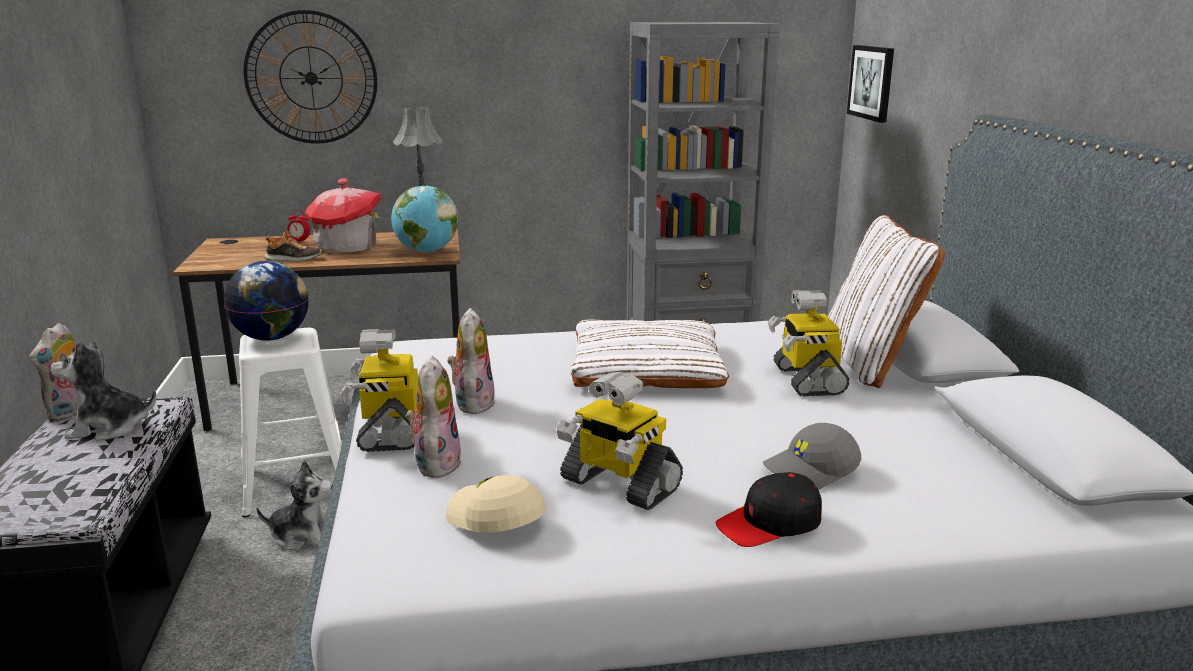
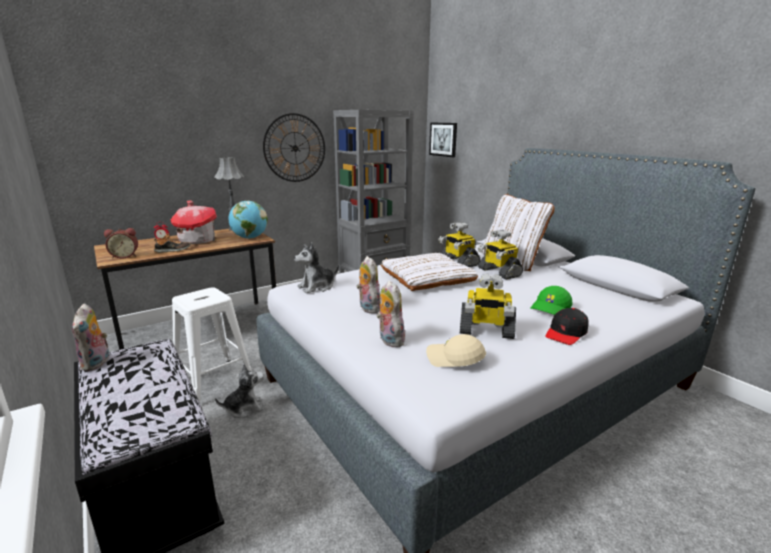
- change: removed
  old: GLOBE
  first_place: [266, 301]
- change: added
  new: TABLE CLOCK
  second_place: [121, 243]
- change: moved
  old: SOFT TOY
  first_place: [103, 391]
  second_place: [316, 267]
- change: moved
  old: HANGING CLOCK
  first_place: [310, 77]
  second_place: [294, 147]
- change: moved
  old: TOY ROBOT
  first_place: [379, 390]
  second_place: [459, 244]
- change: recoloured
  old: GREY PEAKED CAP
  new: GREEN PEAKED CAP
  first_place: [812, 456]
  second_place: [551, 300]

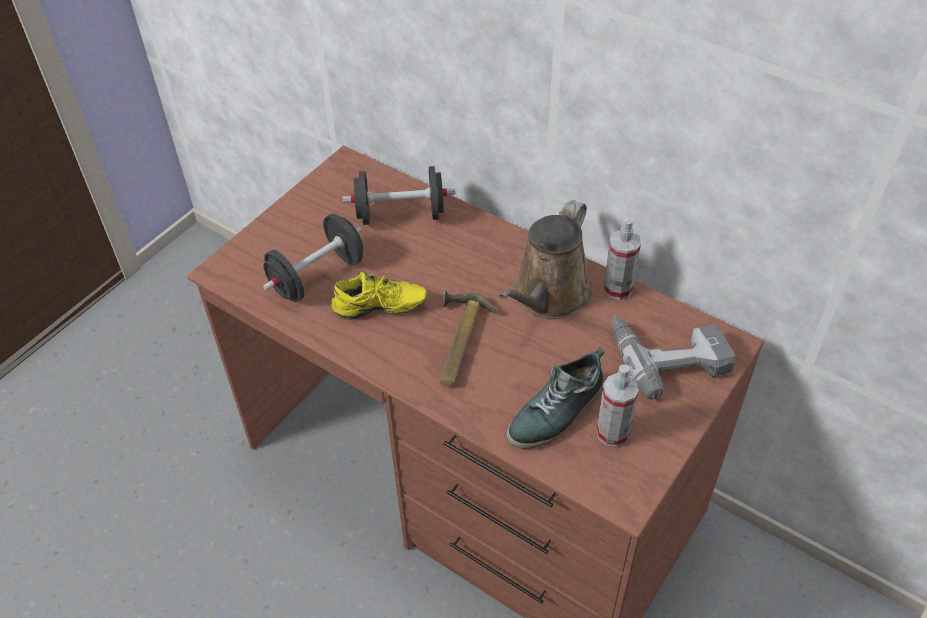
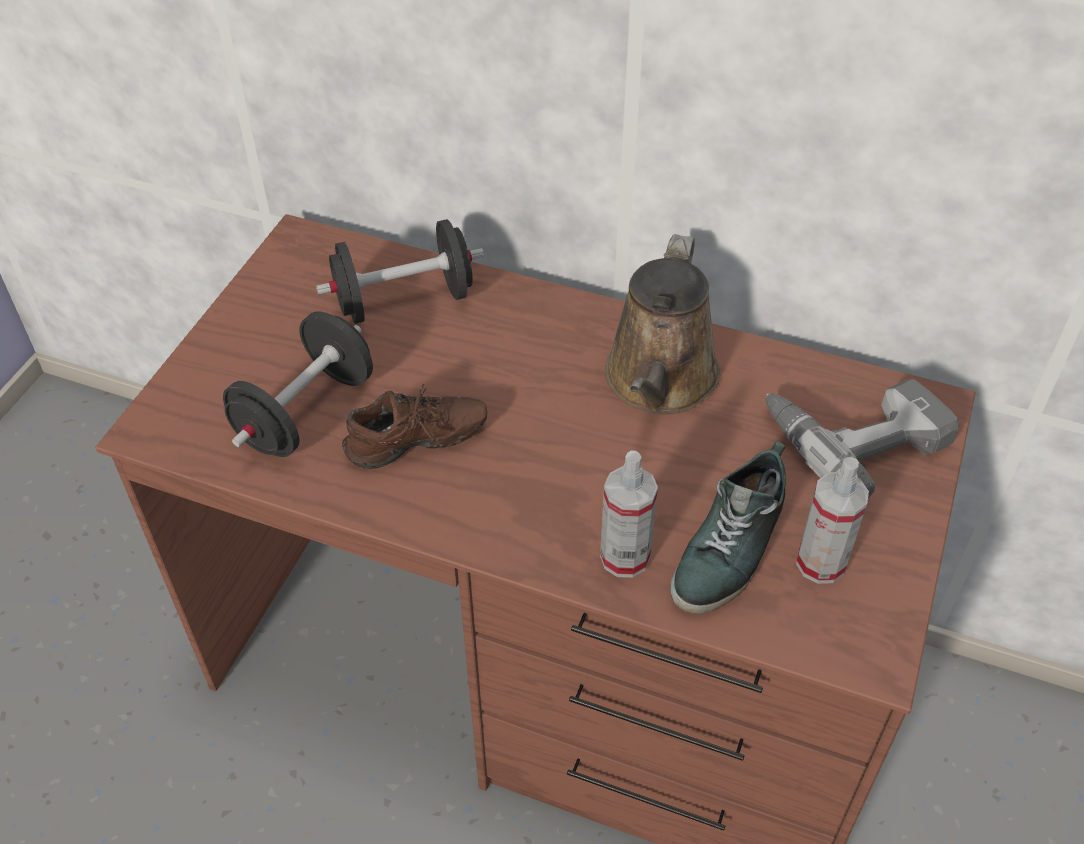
- change: removed
  old: TOOL HAMMER
  first_place: [468, 338]
- change: moved
  old: HAND SPRAYER
  first_place: [622, 259]
  second_place: [629, 514]
- change: recoloured
  old: YELLOWISH LOW SHOE
  new: BROWN LOW SHOE
  first_place: [379, 295]
  second_place: [414, 426]

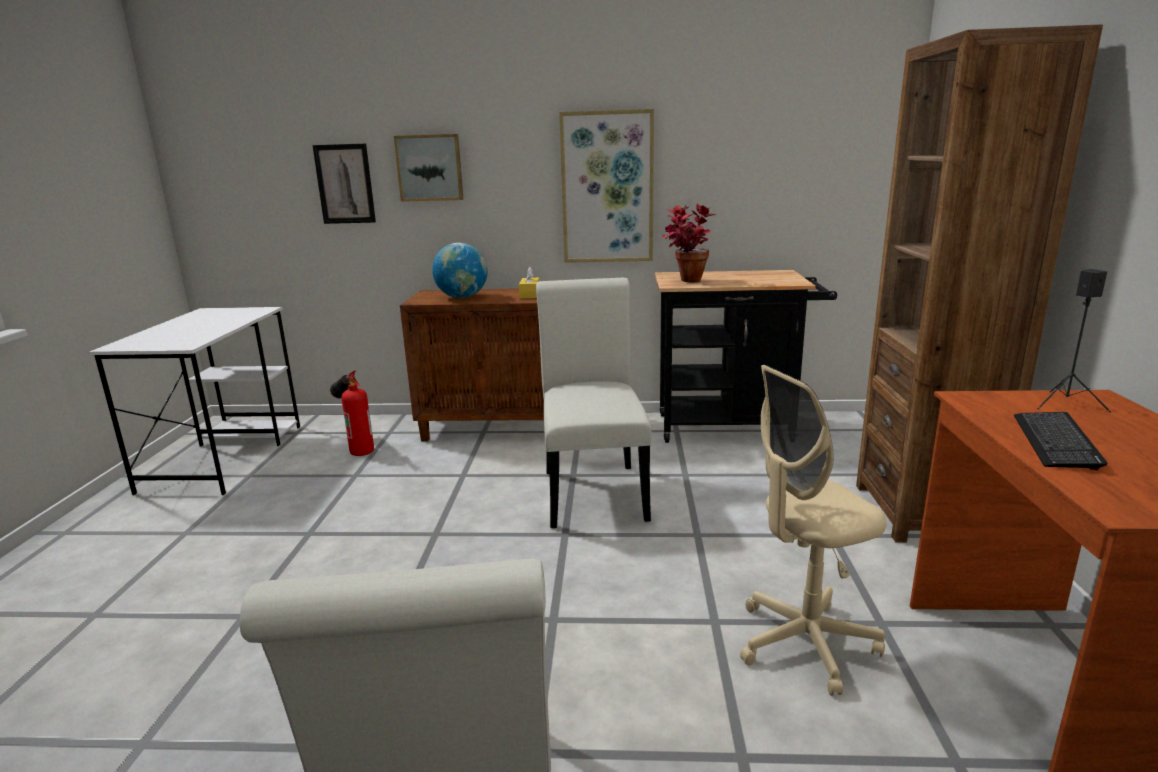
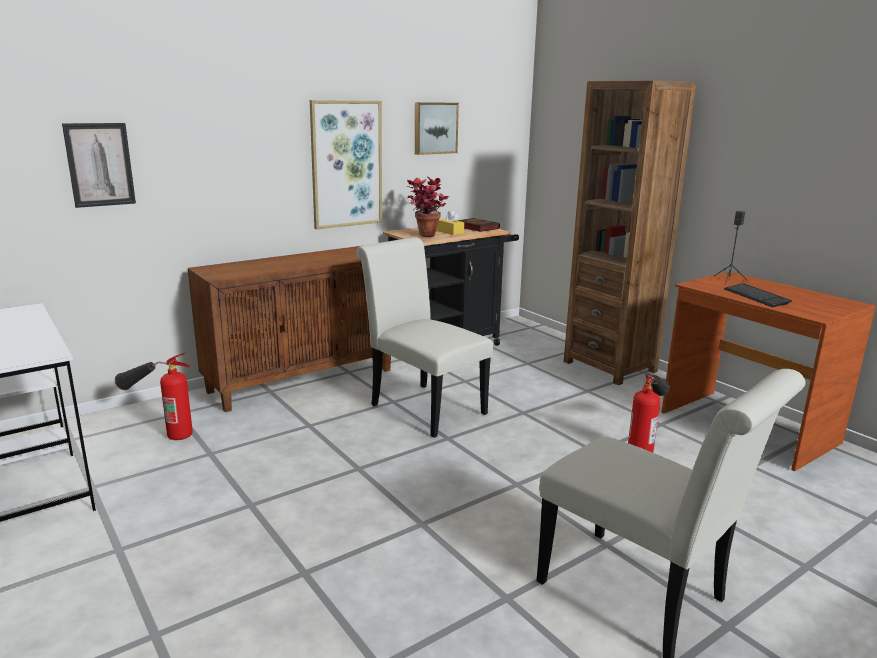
- change: removed
  old: GLOBE
  first_place: [460, 270]
- change: added
  new: BOUND BOOK
  second_place: [478, 225]
- change: moved
  old: PICTURE
  first_place: [428, 168]
  second_place: [437, 128]
- change: moved
  old: YELLOWISH TISSUE HOLDER
  first_place: [529, 283]
  second_place: [451, 222]
- change: replaced
  old: SAND-COLOURED OFFICE CHAIR
  new: FIRE-FIGHTING CYLINDER
  first_place: [813, 530]
  second_place: [649, 413]

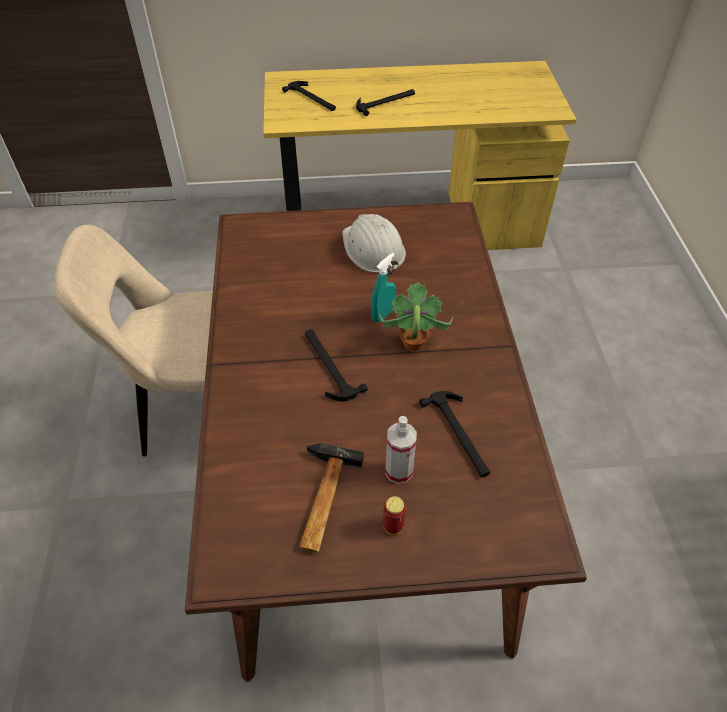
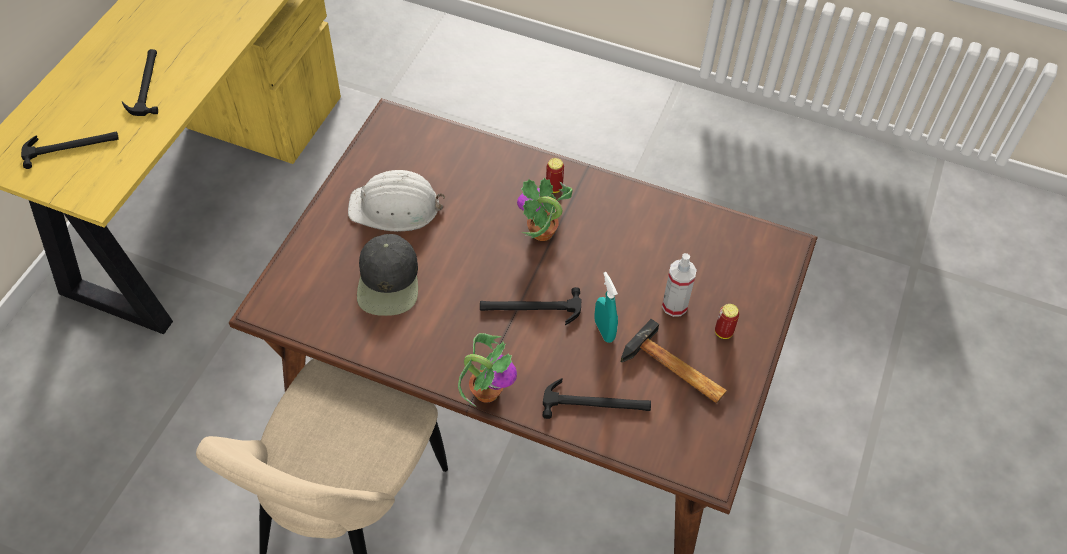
- change: added
  new: BLACK PEAKED CAP
  second_place: [387, 275]
- change: added
  new: POTTED PLANT
  second_place: [487, 370]
- change: added
  new: CAN
  second_place: [555, 175]
- change: moved
  old: TURQUOISE-COLOURED HAND SPRAYER
  first_place: [383, 287]
  second_place: [606, 307]
- change: moved
  old: TOOL HAMMER
  first_place: [455, 434]
  second_place: [597, 398]

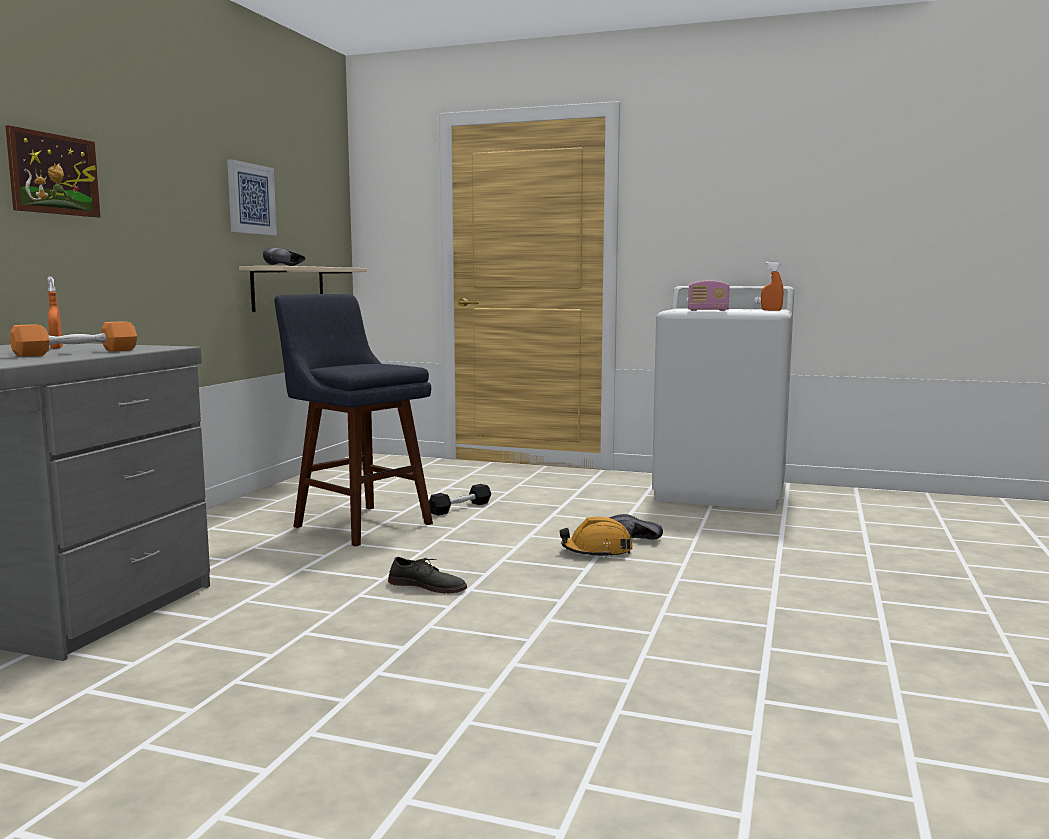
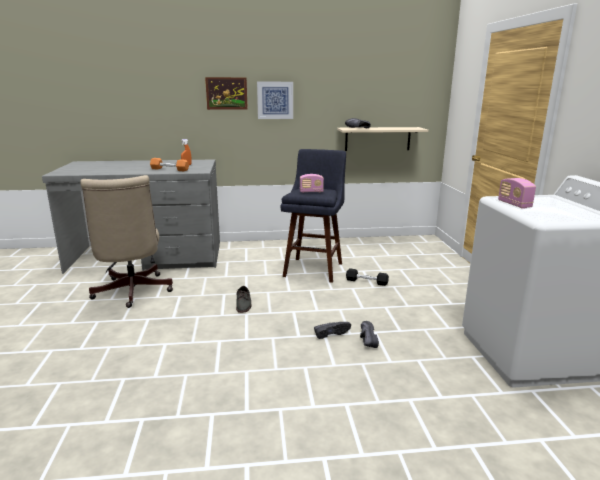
- change: removed
  old: ORANGE-COLOURED HAND SPRAYER
  first_place: [772, 286]
- change: added
  new: SAND-COLOURED OFFICE CHAIR
  second_place: [126, 241]
- change: added
  new: RADIO RECEIVER
  second_place: [312, 183]
- change: moved
  old: PICTURE
  first_place: [252, 197]
  second_place: [275, 100]
- change: replaced
  old: ORANGE-COLOURED WORK HELMET
  new: BLACK LOW SHOE
  first_place: [596, 537]
  second_place: [332, 330]

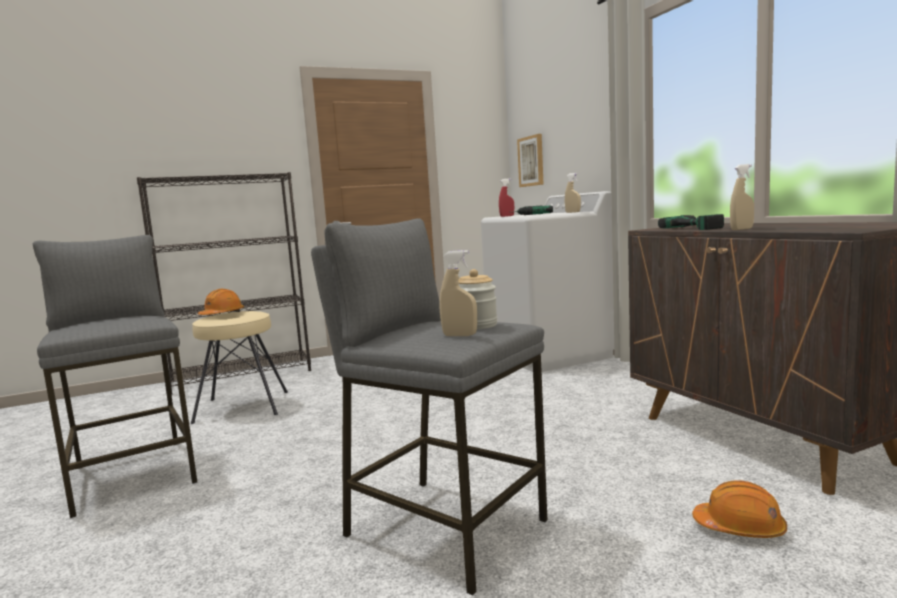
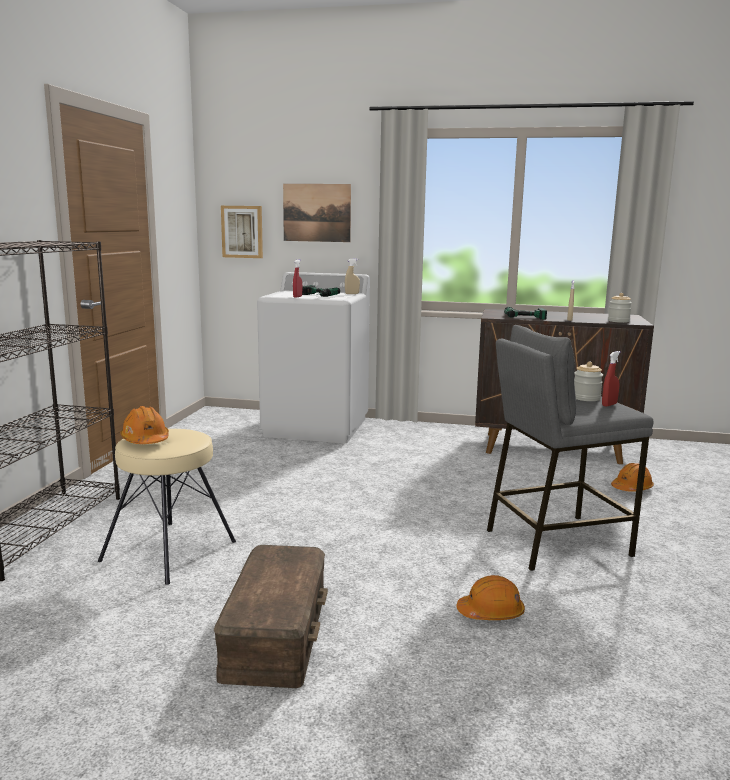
- change: added
  new: PICTURE
  second_place: [317, 213]
- change: added
  new: ORANGE-COLOURED WORK HELMET
  second_place: [490, 597]
- change: added
  new: STORAGE JAR
  second_place: [620, 308]
- change: replaced
  old: GREY SITTING STOOL
  new: BROWN STORAGE BIN
  first_place: [115, 376]
  second_place: [271, 616]
- change: recoloured
  old: SAND-COLOURED HAND SPRAYER
  new: REDDISH HAND SPRAYER
  first_place: [458, 293]
  second_place: [611, 379]

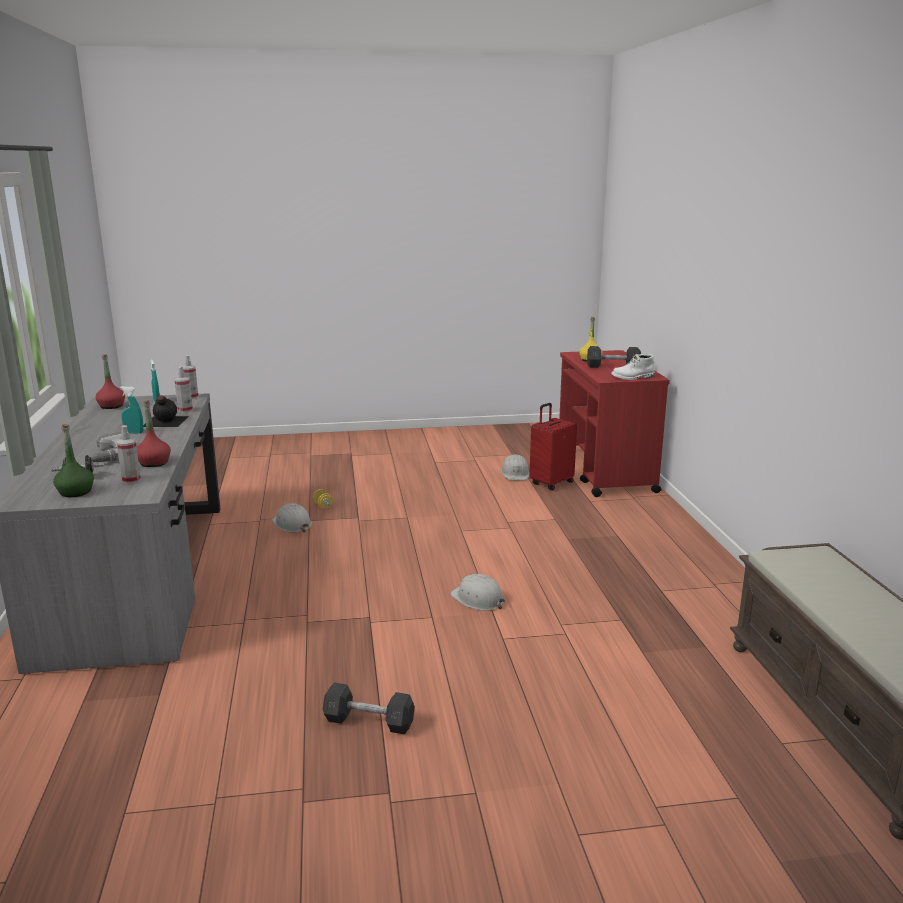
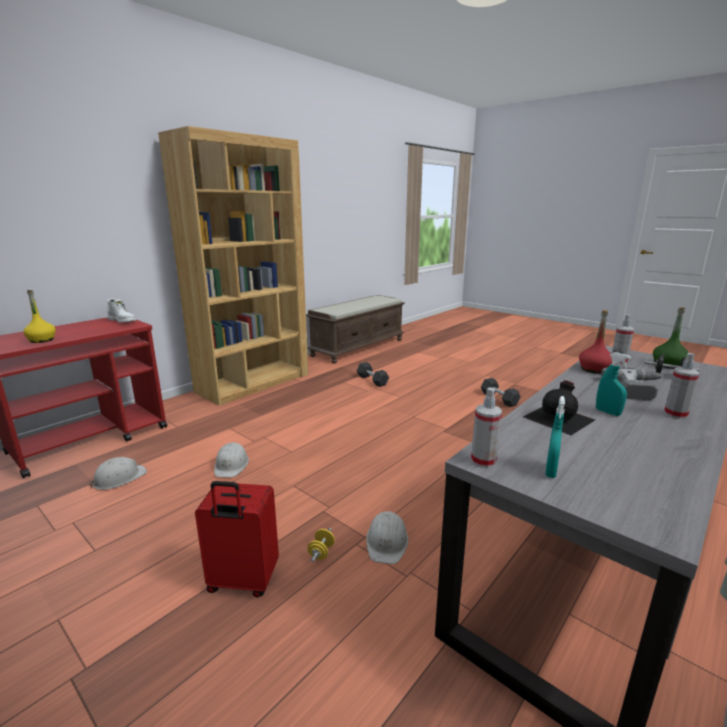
- change: removed
  old: REDDISH BOTTLE
  first_place: [110, 381]
- change: added
  new: BROWN BOOKCASE
  second_place: [233, 266]
- change: moved
  old: HAND SPRAYER
  first_place: [184, 390]
  second_place: [681, 386]
- change: moved
  old: WHITE WORK HELMET
  first_place: [478, 592]
  second_place: [231, 459]
- change: moved
  old: REDDISH TRAVEL CASE
  first_place: [553, 446]
  second_place: [237, 539]
- change: moved
  old: GREY DUMBBELL
  first_place: [614, 357]
  second_place: [372, 374]

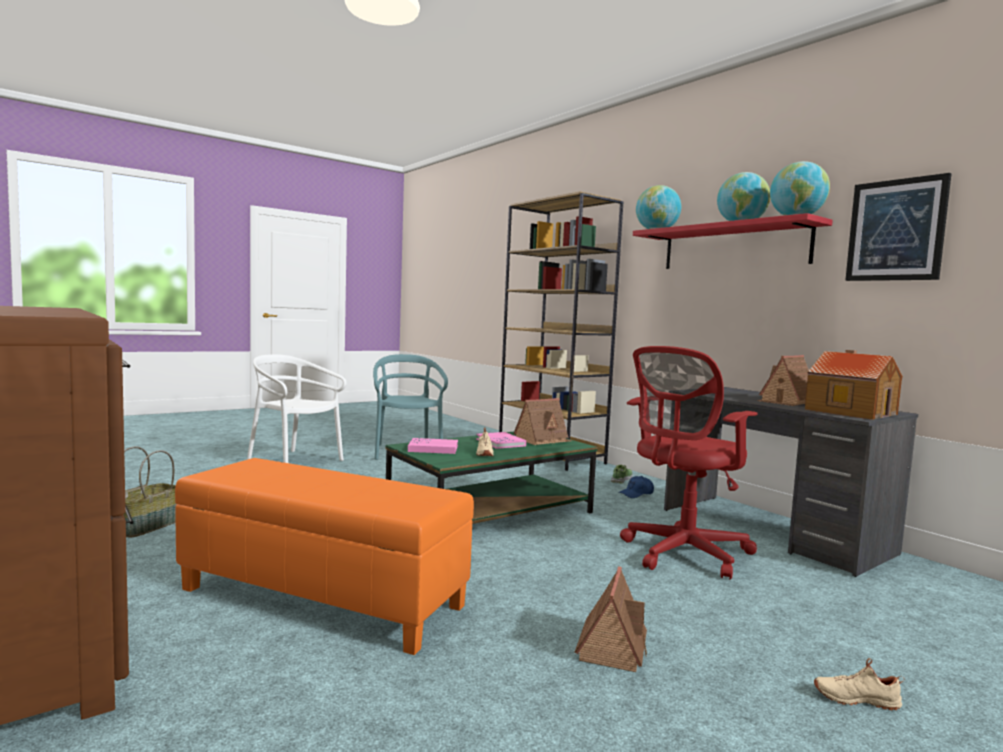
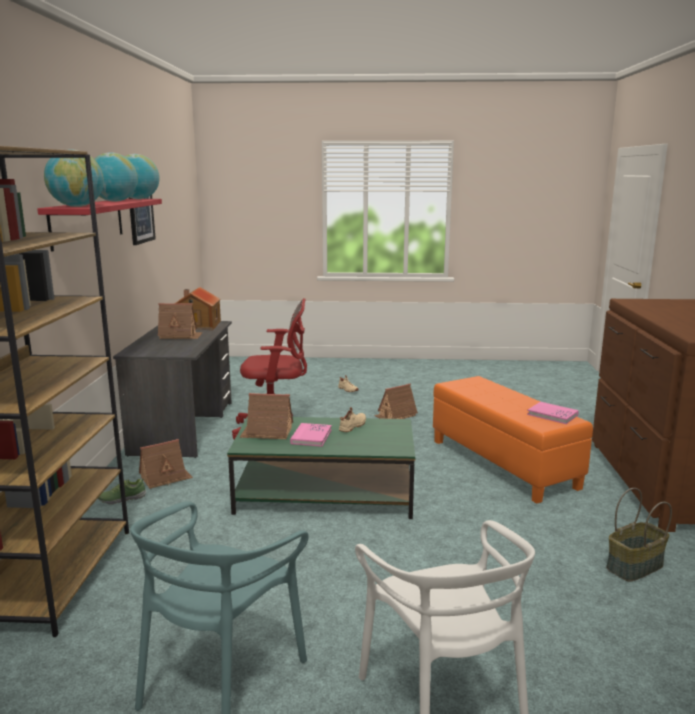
- change: moved
  old: PINK BOUND BOOK
  first_place: [433, 446]
  second_place: [553, 413]
- change: replaced
  old: BLUE-COLOURED PEAKED CAP
  new: MINIATURE HOUSE
  first_place: [636, 487]
  second_place: [166, 464]

